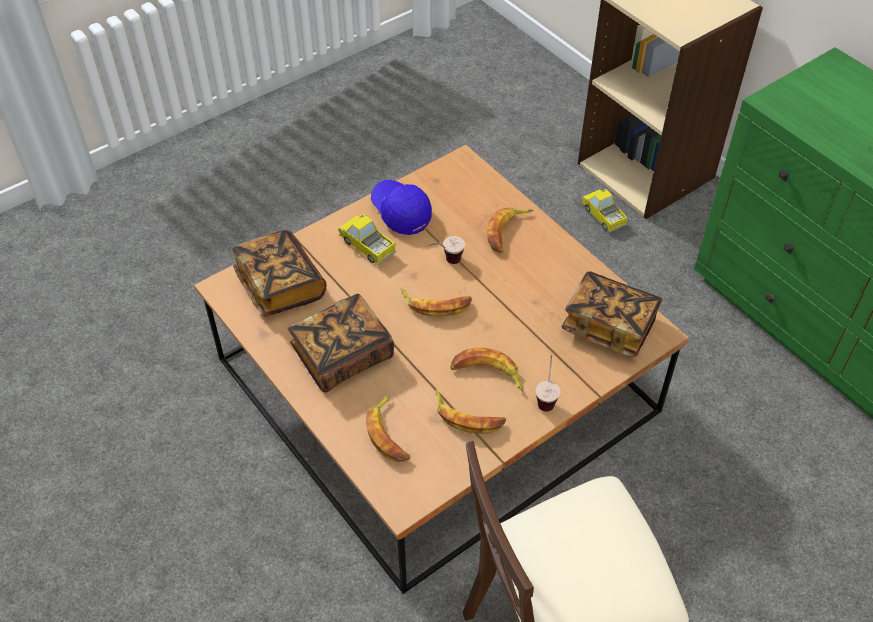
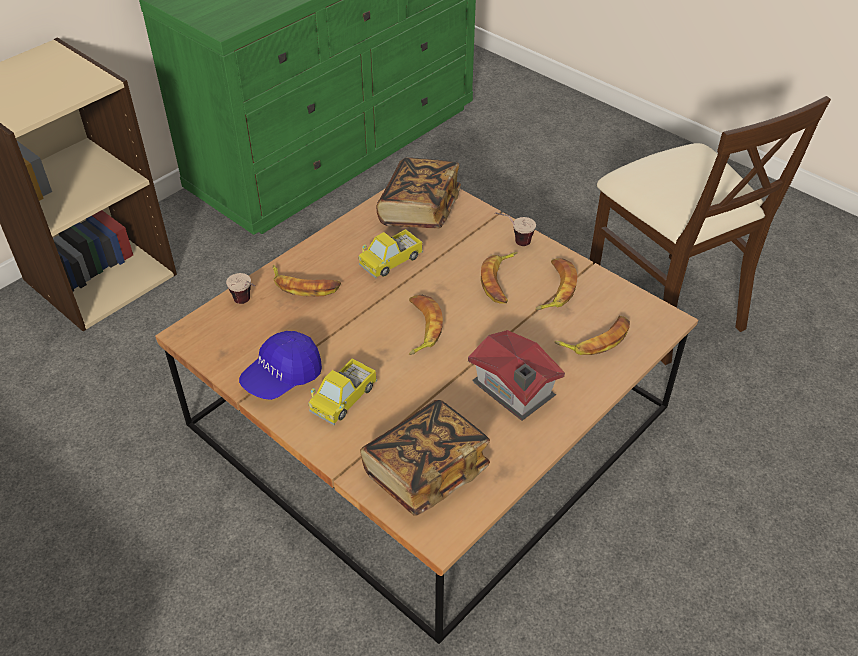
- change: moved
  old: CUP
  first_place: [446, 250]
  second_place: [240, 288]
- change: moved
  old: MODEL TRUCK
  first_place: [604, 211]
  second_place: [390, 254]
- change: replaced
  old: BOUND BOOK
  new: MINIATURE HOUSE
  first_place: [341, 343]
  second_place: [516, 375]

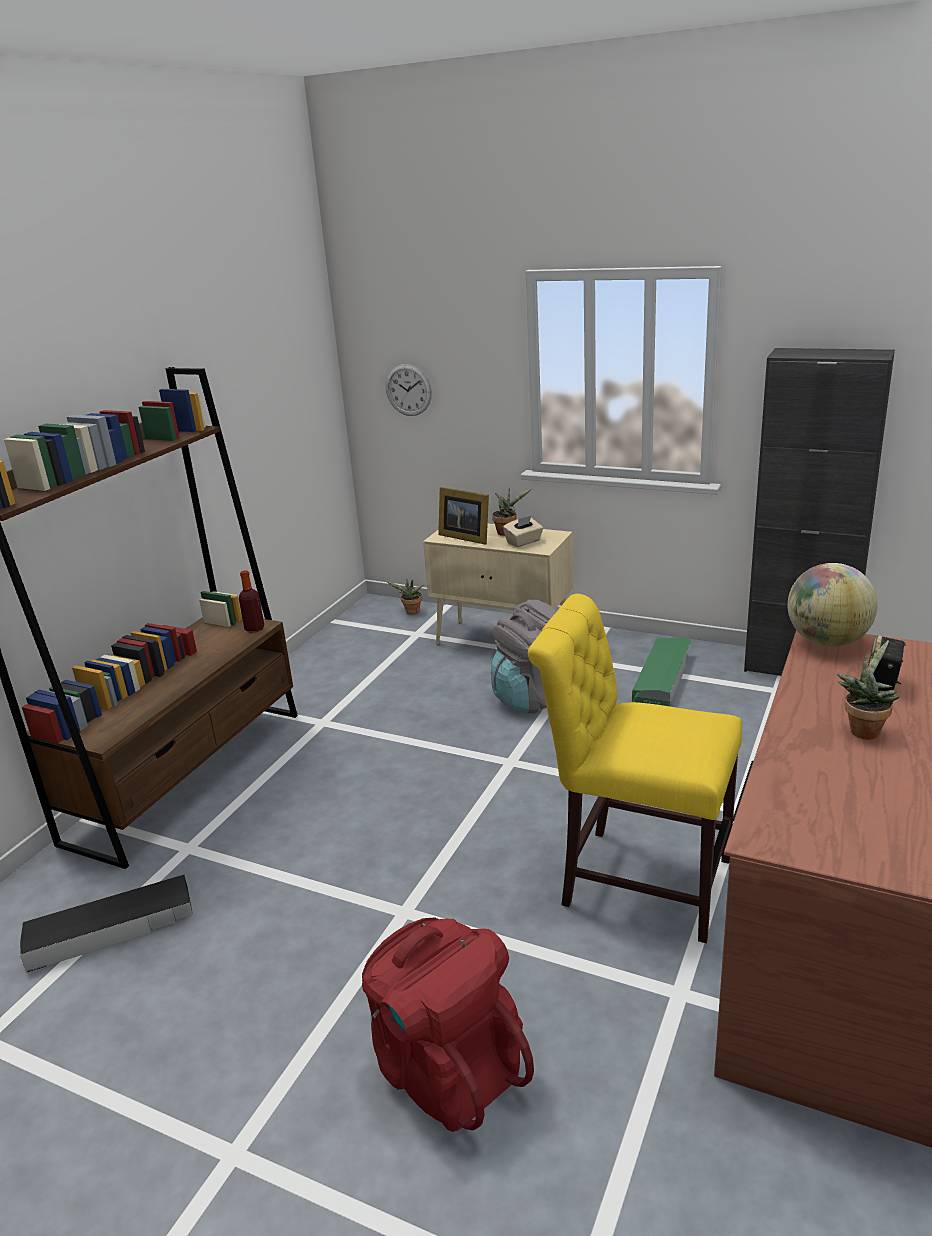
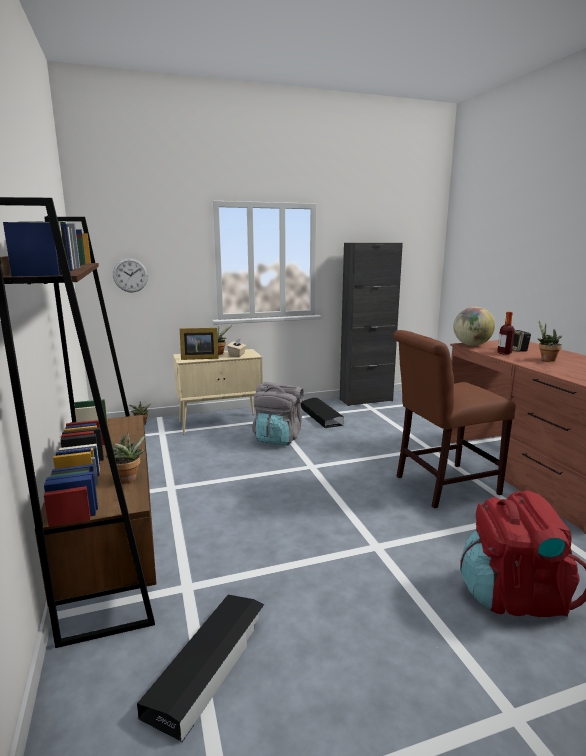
- change: added
  new: POTTED PLANT
  second_place: [125, 458]
- change: moved
  old: BOTTLE
  first_place: [251, 601]
  second_place: [506, 333]
- change: recoloured
  old: YELLOWISH PLAIN CHAIR
  new: BROWN PLAIN CHAIR
  first_place: [635, 768]
  second_place: [454, 419]
- change: recoloured
  old: GREEN STORAGE BIN
  new: BLACK STORAGE BIN
  first_place: [661, 672]
  second_place: [322, 413]

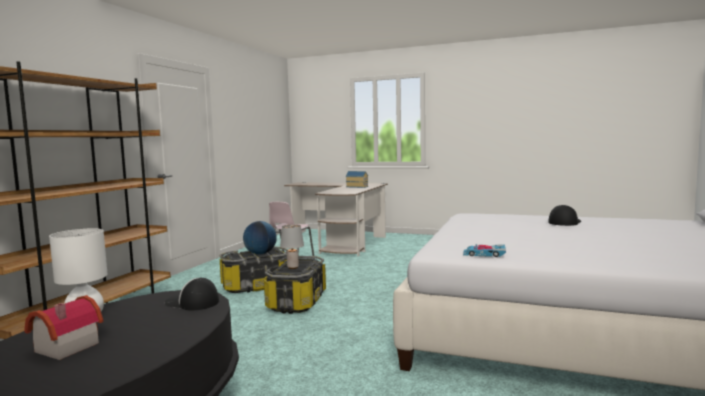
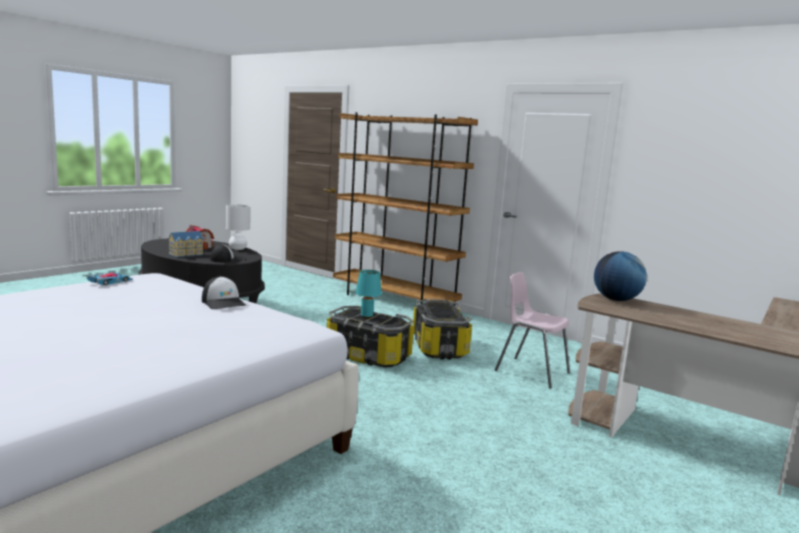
- change: moved
  old: GLOBE
  first_place: [260, 237]
  second_place: [620, 276]
- change: moved
  old: MINIATURE HOUSE
  first_place: [357, 179]
  second_place: [186, 244]
- change: moved
  old: PEAKED CAP
  first_place: [564, 215]
  second_place: [224, 292]
- change: recoloured
  old: GREY TABLE LAMP
  new: TURQUOISE-COLOURED TABLE LAMP
  first_place: [292, 246]
  second_place: [369, 294]

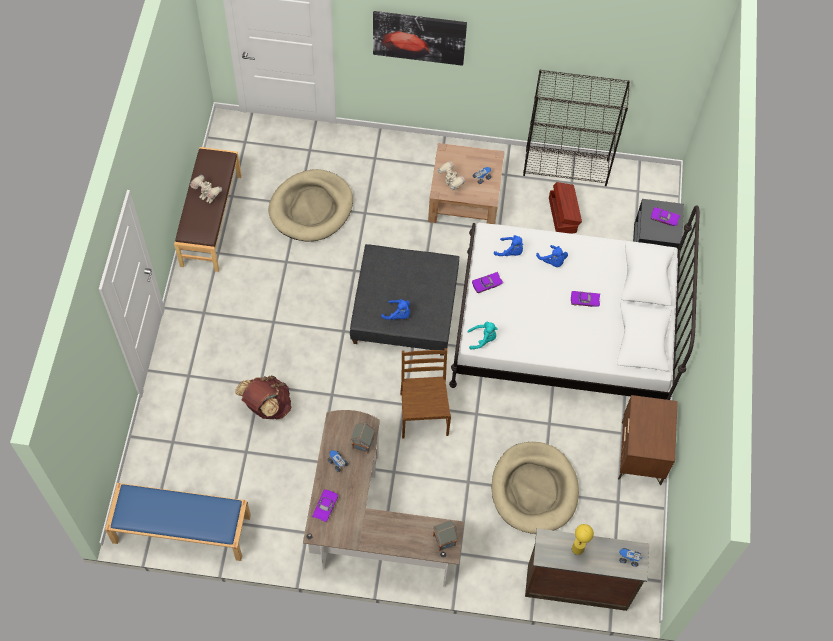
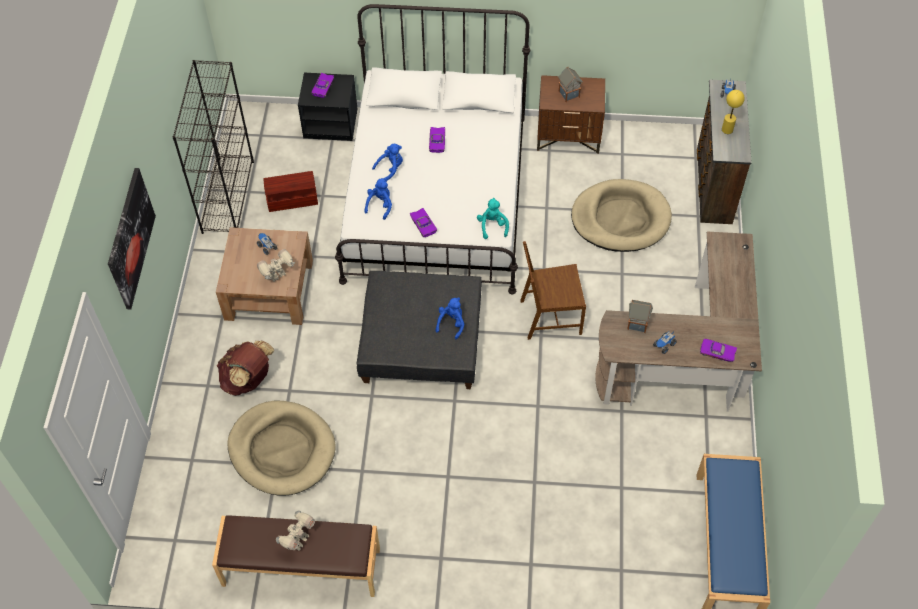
- change: moved
  old: BROWN KNAPSACK
  first_place: [263, 397]
  second_place: [245, 368]
- change: moved
  old: MINIATURE HOUSE
  first_place: [445, 535]
  second_place: [570, 84]

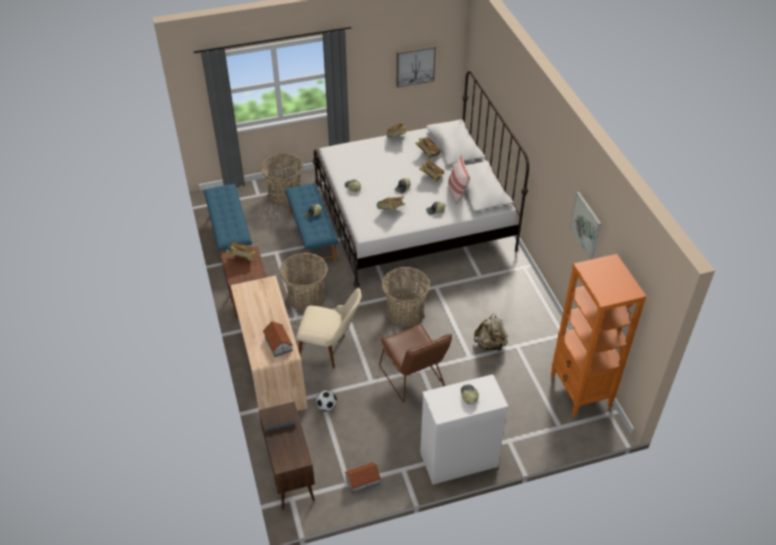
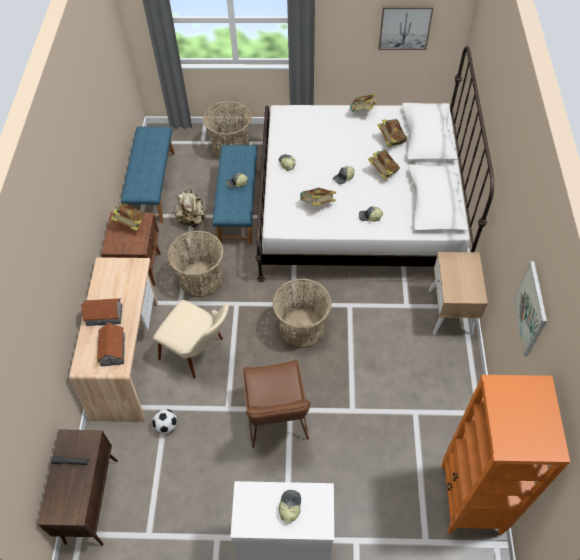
- change: removed
  old: THROW PILLOW
  first_place: [459, 179]
- change: added
  new: SAND-COLOURED NIGHTSTAND
  second_place: [458, 293]
- change: moved
  old: MINIATURE HOUSE
  first_place: [362, 478]
  second_place: [101, 312]
- change: moved
  old: SAND-COLOURED KNAPSACK
  first_place: [491, 333]
  second_place: [190, 208]

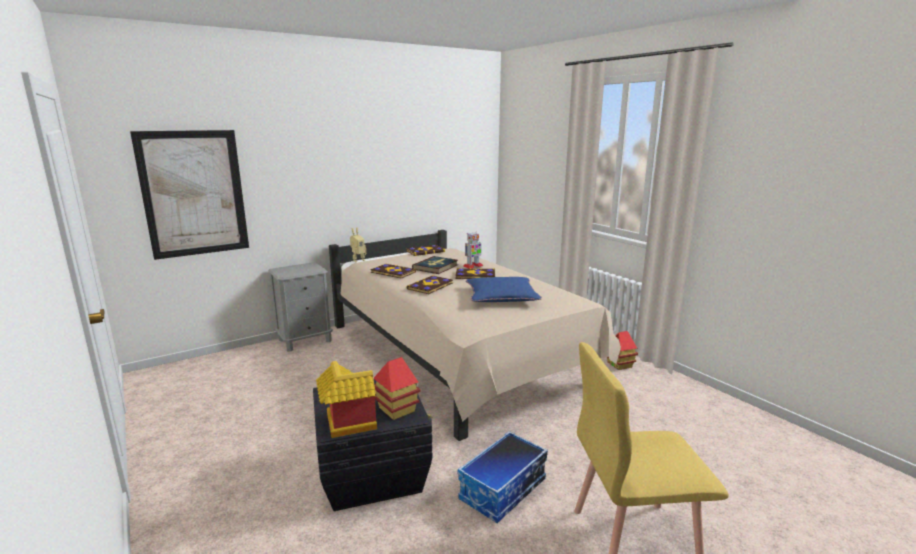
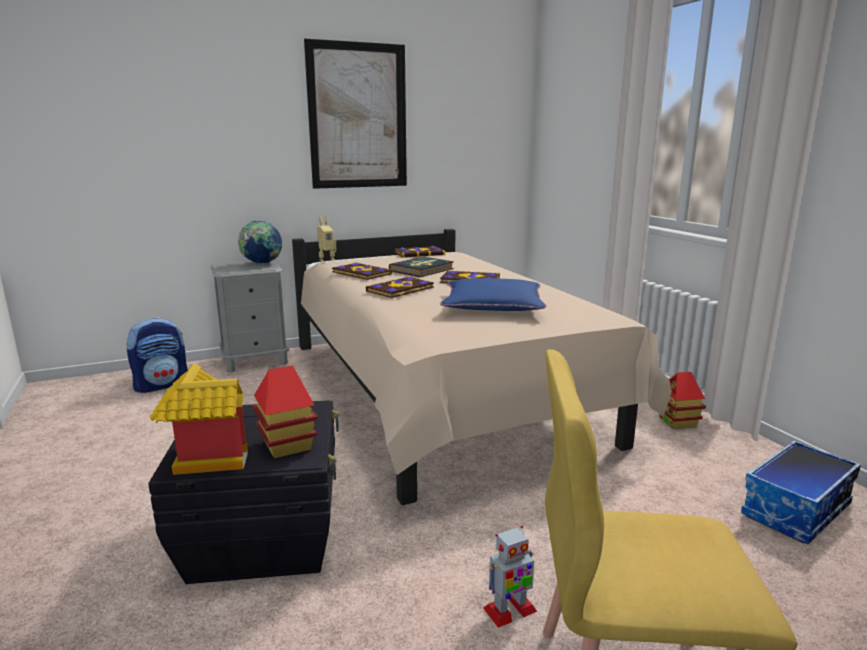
- change: added
  new: KNAPSACK
  second_place: [157, 355]
- change: added
  new: GLOBE
  second_place: [260, 242]
- change: moved
  old: PICTURE
  first_place: [189, 195]
  second_place: [355, 113]
- change: moved
  old: STORAGE BIN
  first_place: [503, 477]
  second_place: [801, 492]
- change: moved
  old: TOY ROBOT
  first_place: [473, 251]
  second_place: [510, 576]

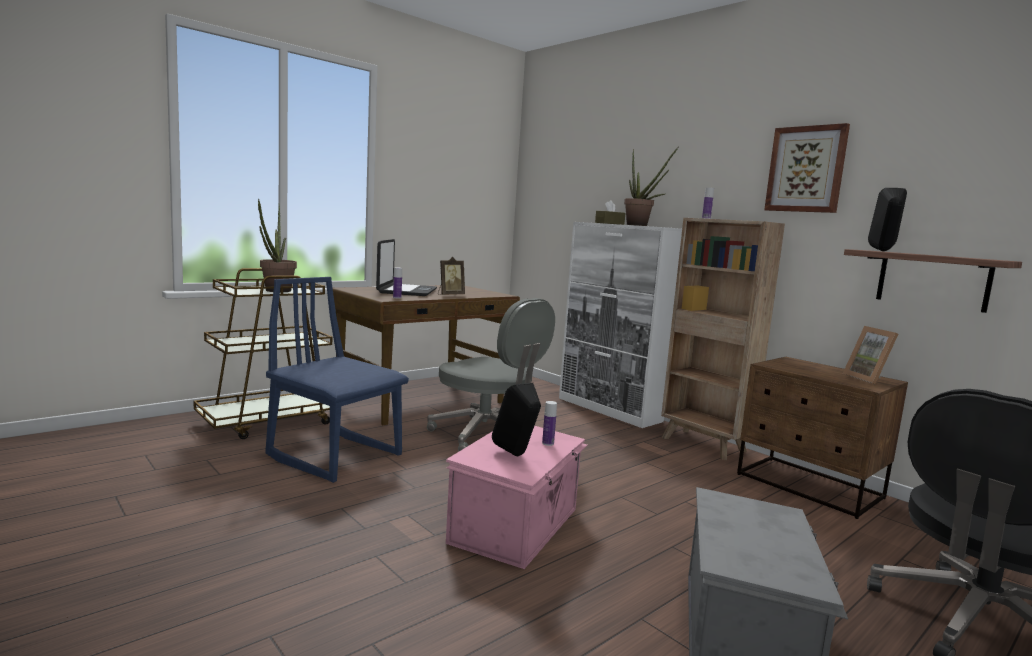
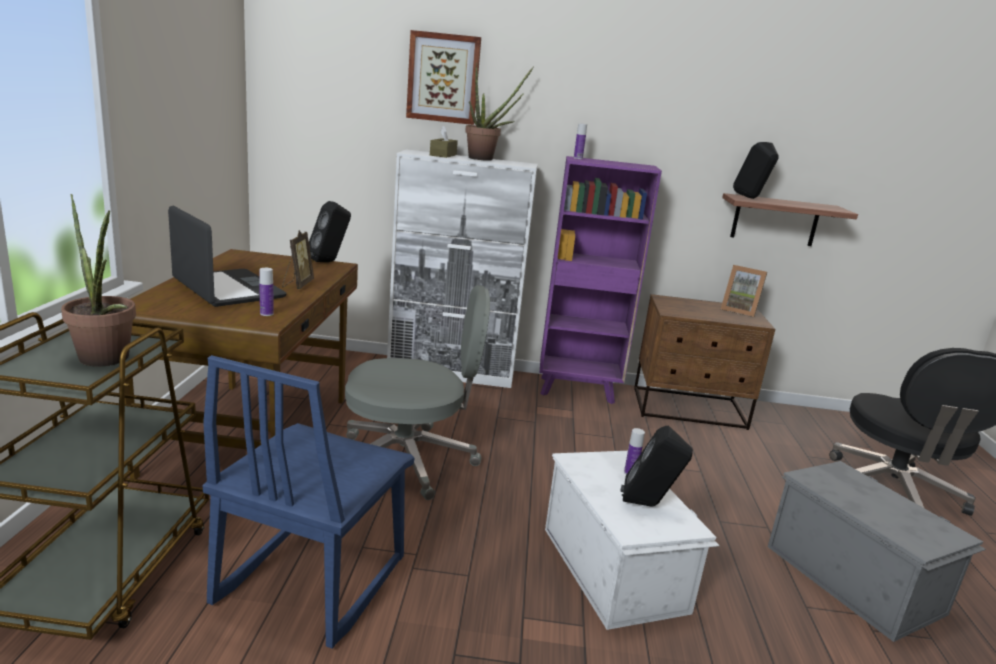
- change: added
  new: BLACK LOUDSPEAKER
  second_place: [330, 231]
- change: moved
  old: PICTURE
  first_place: [807, 168]
  second_place: [443, 77]
- change: recoloured
  old: PINK STORAGE BIN
  new: WHITE STORAGE BIN
  first_place: [517, 497]
  second_place: [632, 540]
- change: recoloured
  old: BROWN BOOKCASE
  new: PURPLE BOOKCASE
  first_place: [723, 339]
  second_place: [601, 280]
- change: turned
  old: BLUE-COLOURED PLAIN CHAIR
  first_place: [337, 380]
  second_place: [309, 502]
  degrees: -60

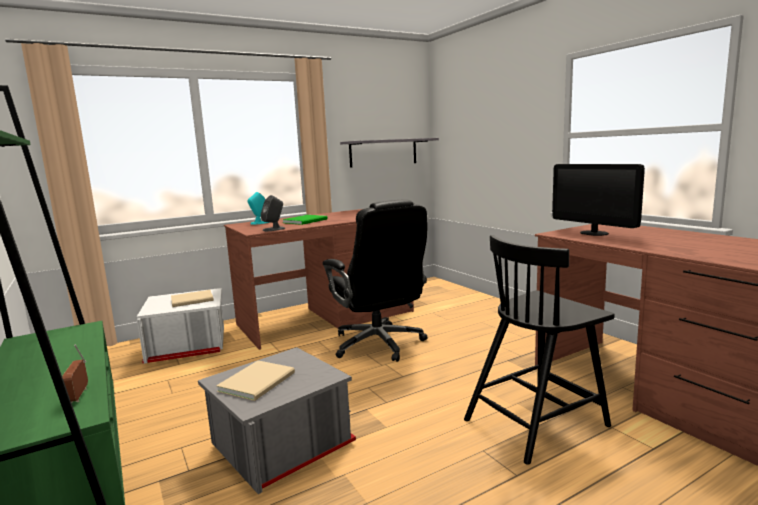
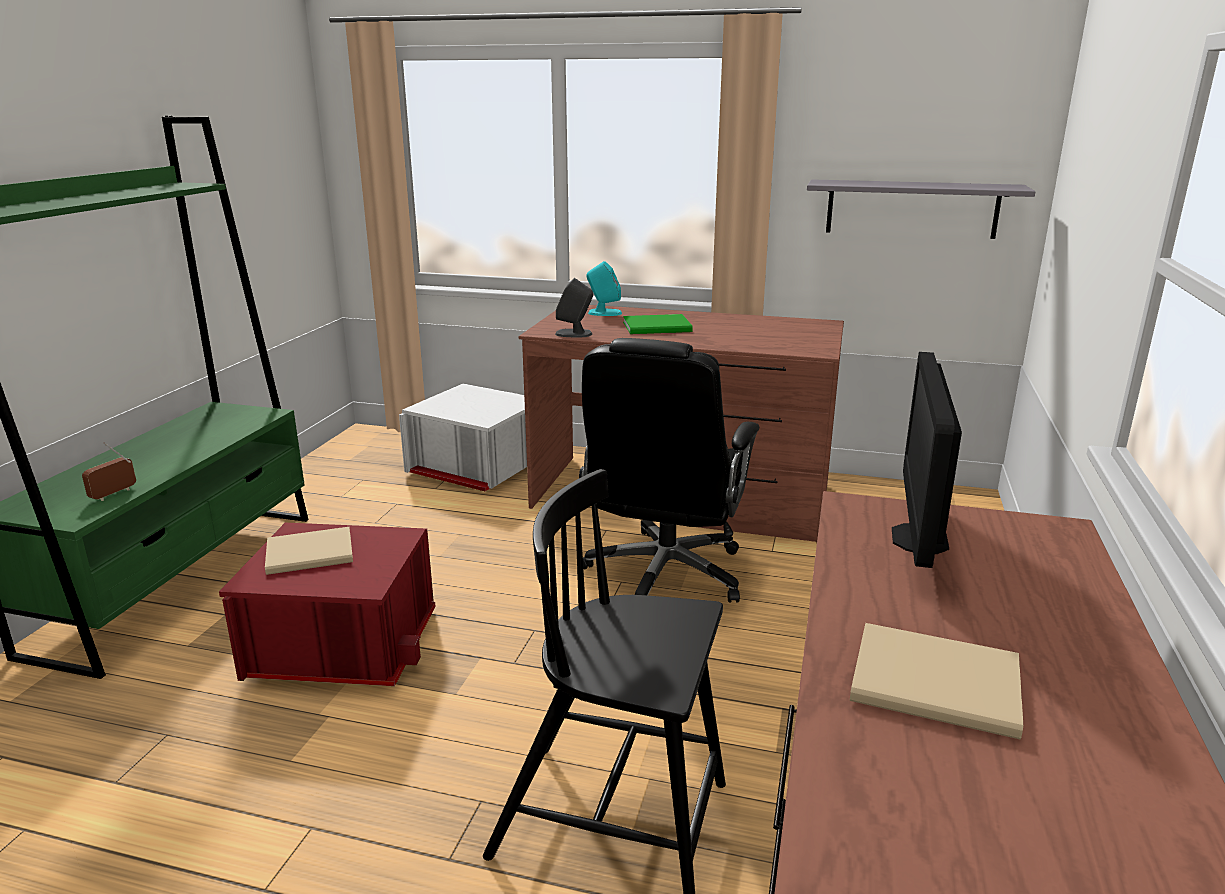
- change: moved
  old: SAND-COLOURED BOUND BOOK
  first_place: [192, 298]
  second_place: [936, 681]
- change: recoloured
  old: GREY STORAGE BIN
  new: REDDISH STORAGE BIN
  first_place: [277, 420]
  second_place: [327, 604]

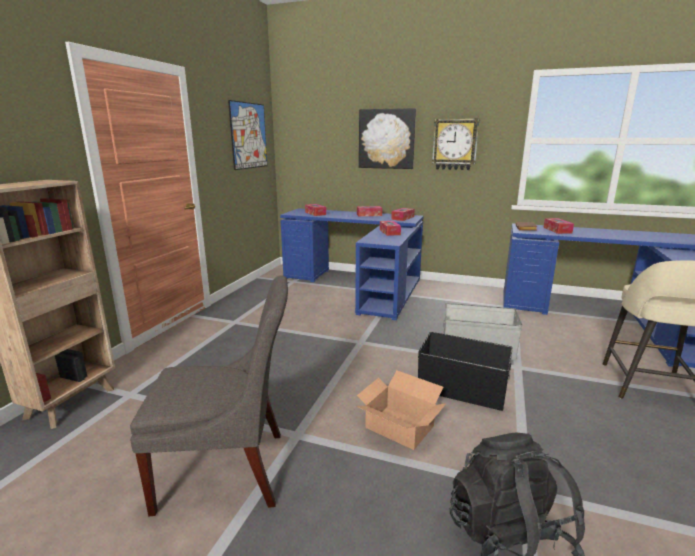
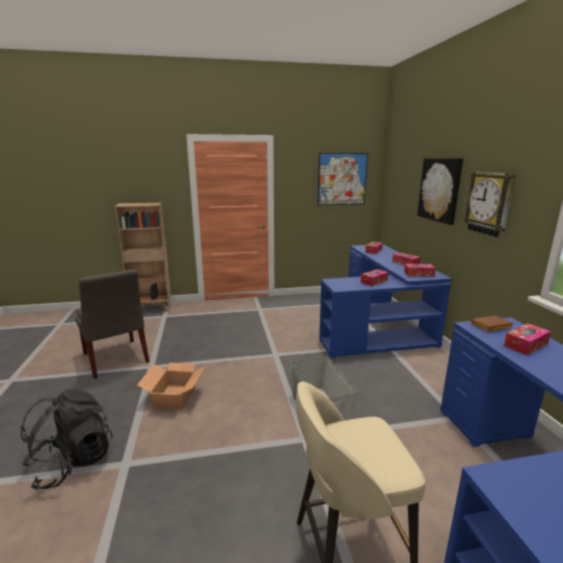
- change: removed
  old: BLACK STORAGE BIN
  first_place: [465, 371]

